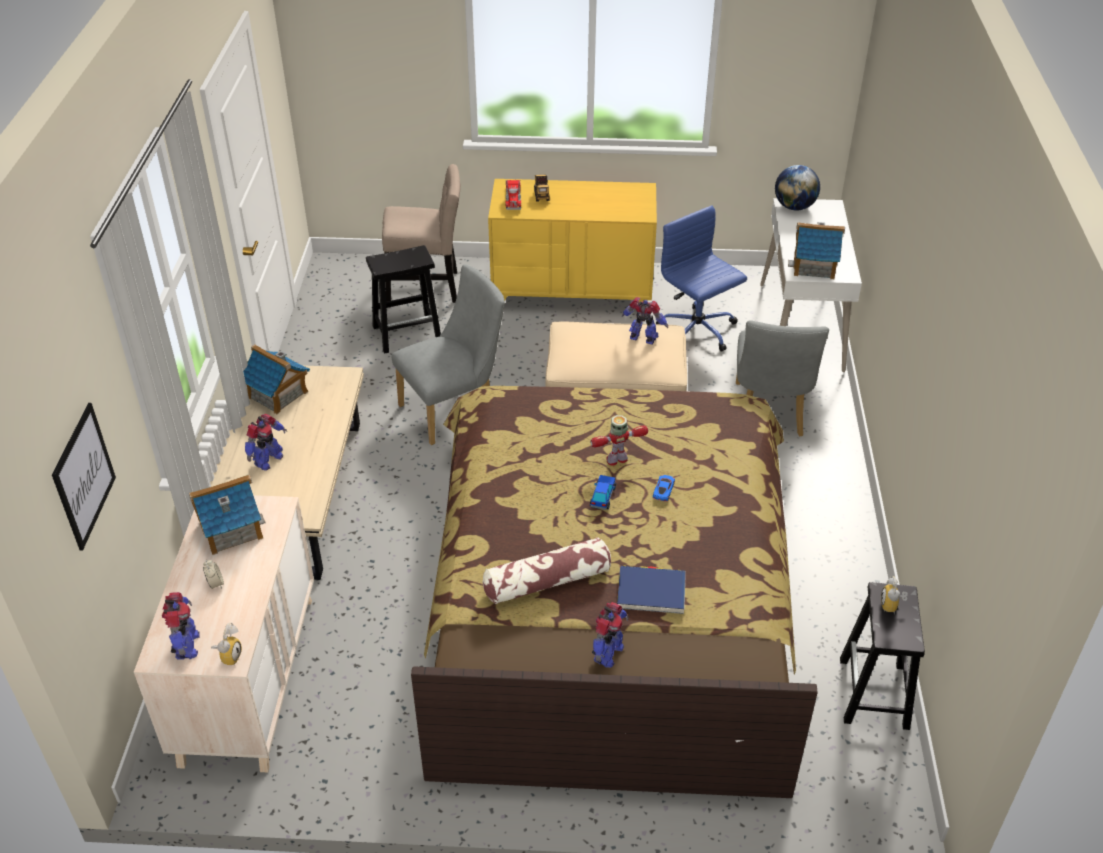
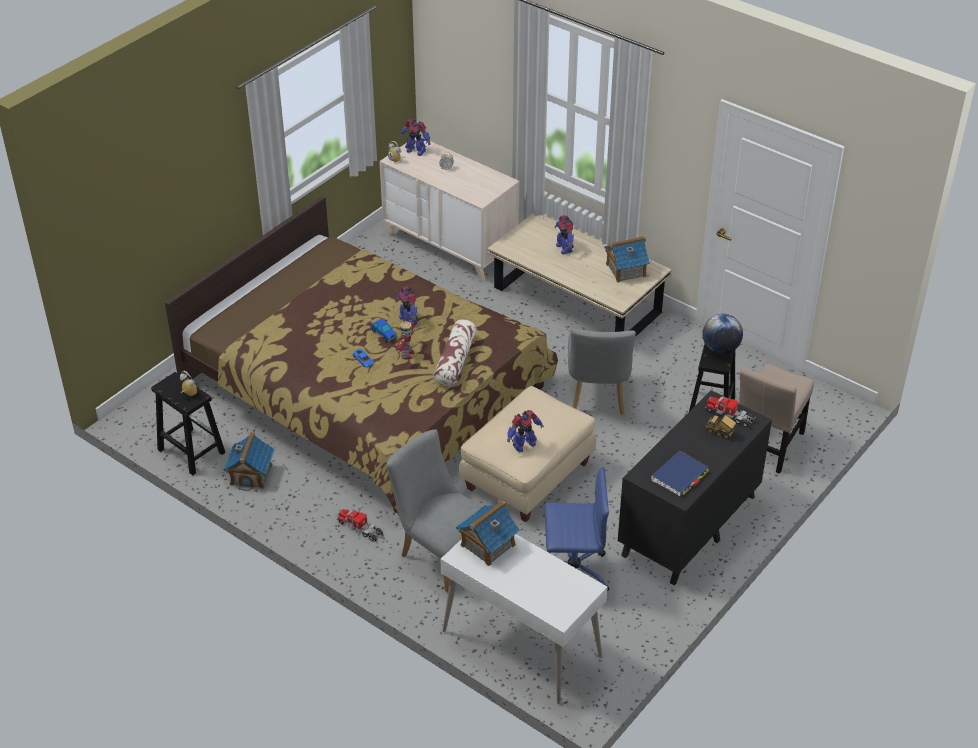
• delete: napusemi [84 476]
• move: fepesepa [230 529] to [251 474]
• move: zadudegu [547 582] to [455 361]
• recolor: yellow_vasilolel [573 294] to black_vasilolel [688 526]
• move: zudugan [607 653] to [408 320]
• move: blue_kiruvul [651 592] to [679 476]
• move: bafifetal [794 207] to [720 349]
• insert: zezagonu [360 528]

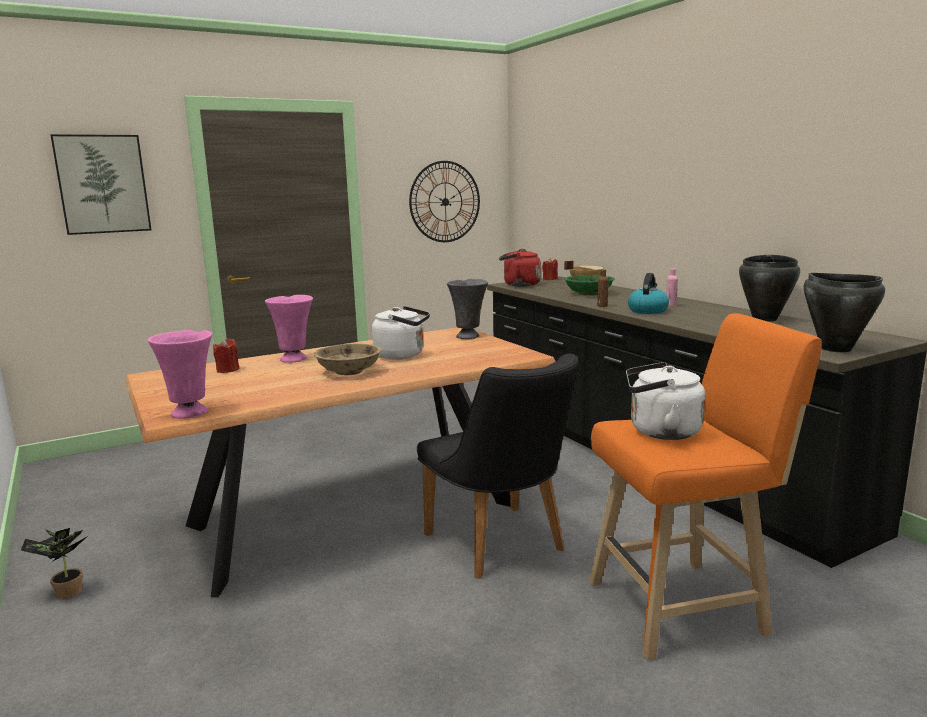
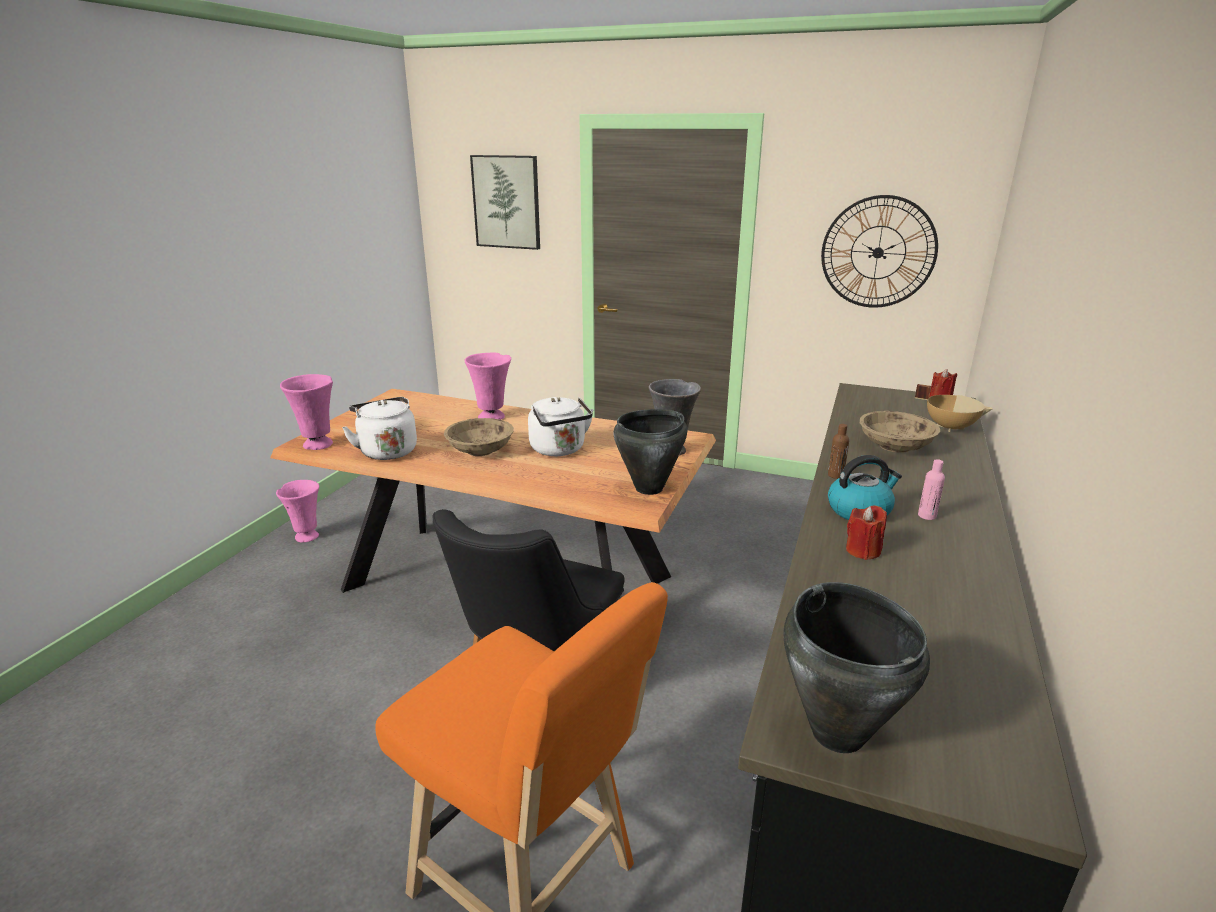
• replace: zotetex [65 593] to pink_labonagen [307 536]
• move: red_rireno [228 370] to [863 550]
• delete: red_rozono [519 285]
• recolor: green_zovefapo [588 294] to beige_zovefapo [895 446]
• move: white_rozono [660 432] to [387 450]
• move: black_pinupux [765 319] to [649 488]

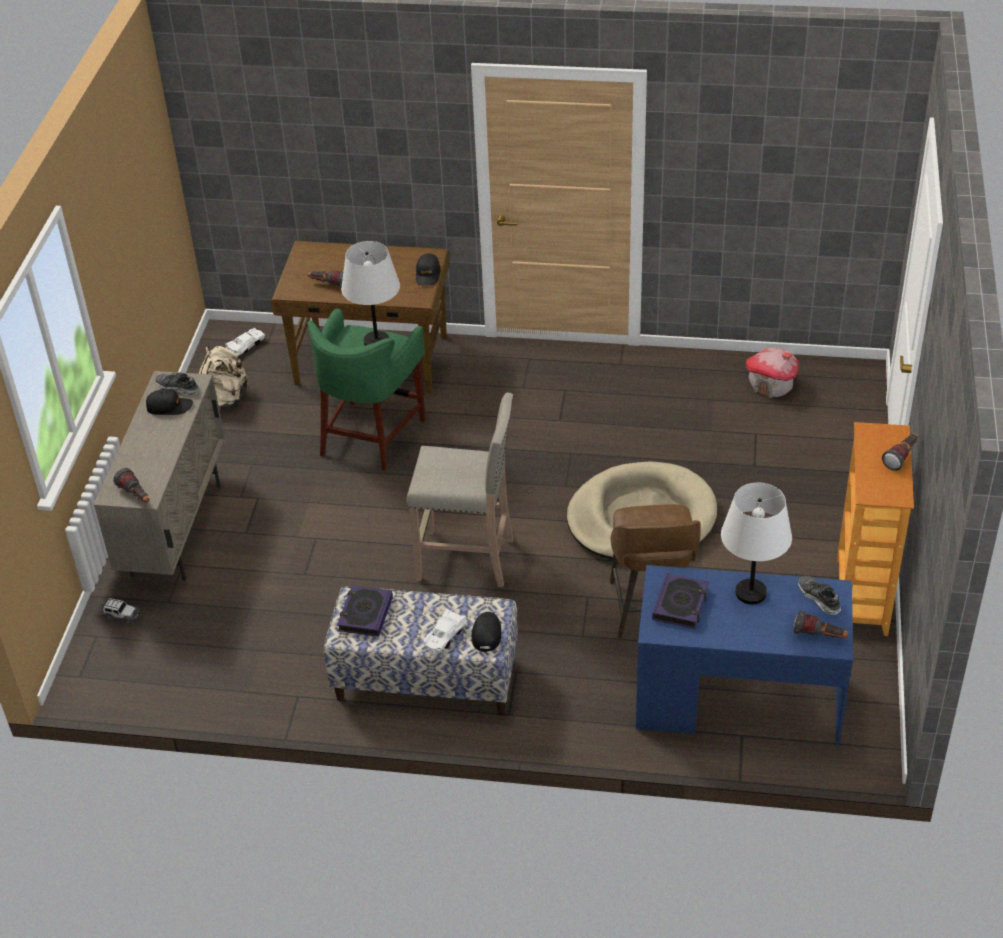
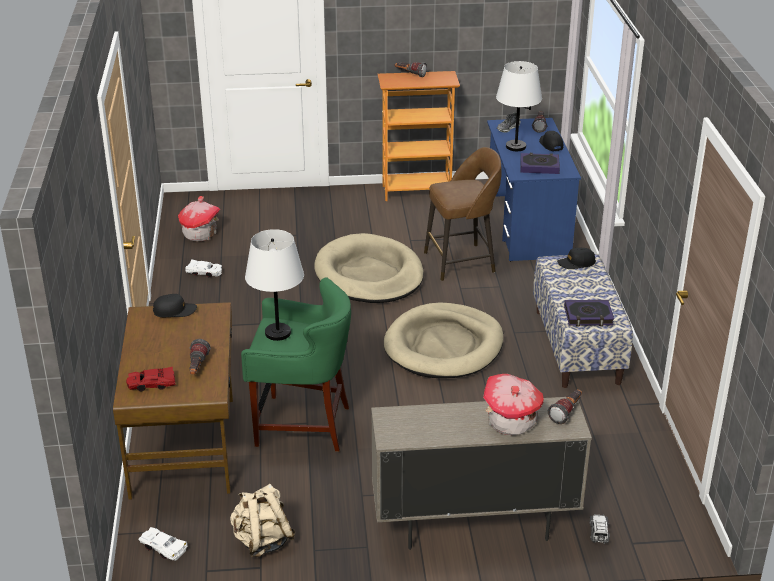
• move: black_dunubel [169 407] to [550 144]
• delete: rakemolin [177 388]
• replace: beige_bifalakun [468 560] to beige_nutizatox [444 346]
• move: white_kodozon [444 636] to [204 272]
• insert: red_kodozon [151 384]
• insert: fepesepa [511 421]

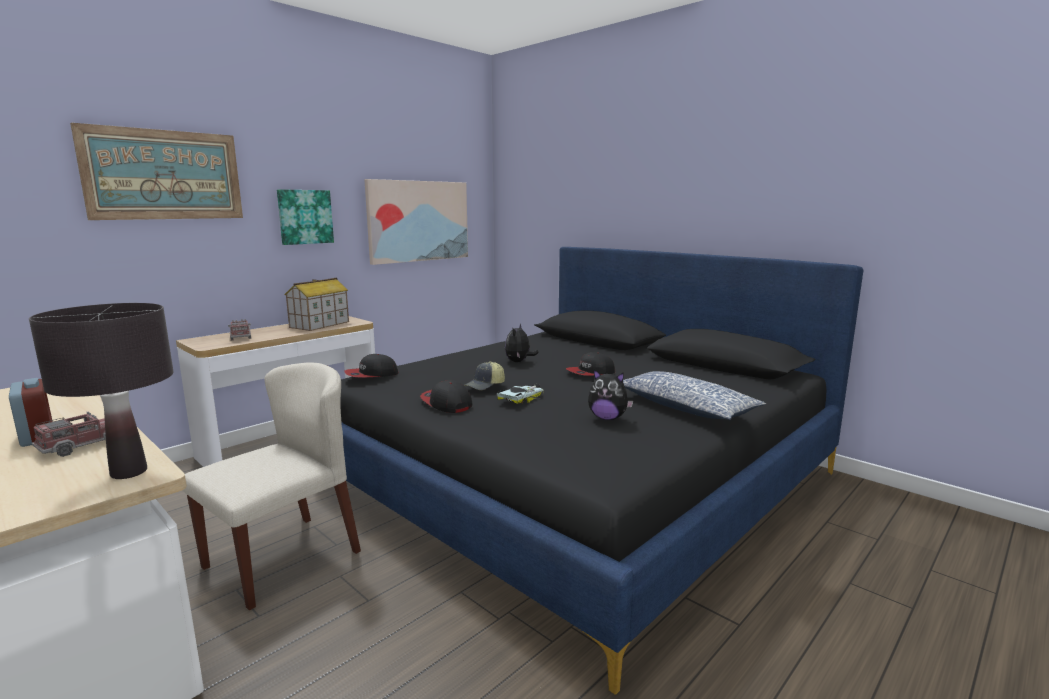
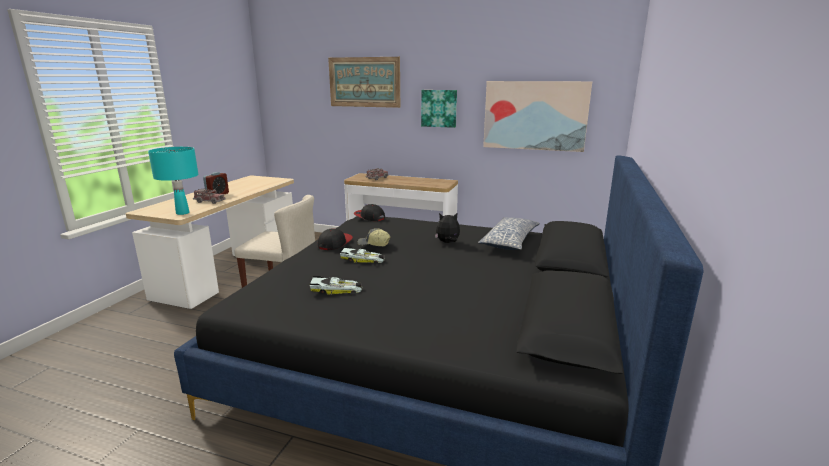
• recolor: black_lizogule [128 472] to turquoise_lizogule [182 213]
• delete: fepesepa [319 324]
• delete: dunubel [591 373]
• replace: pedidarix [607 418] to kodozon [336 290]
• move: zadudegu [685 407] to [510 241]

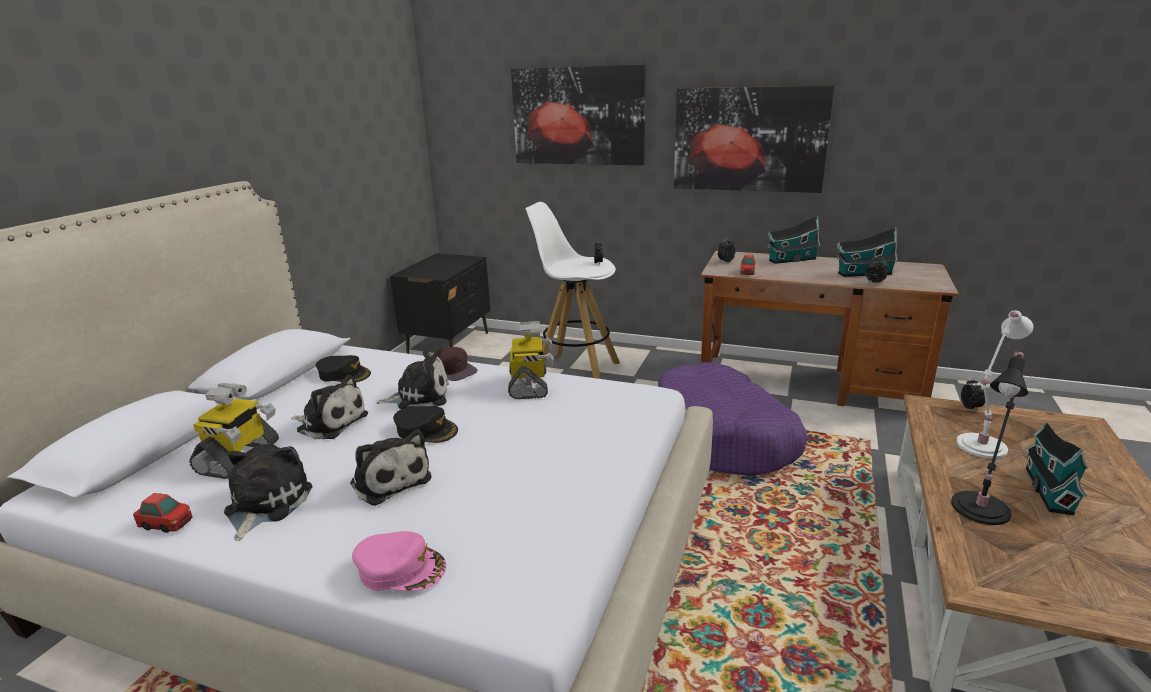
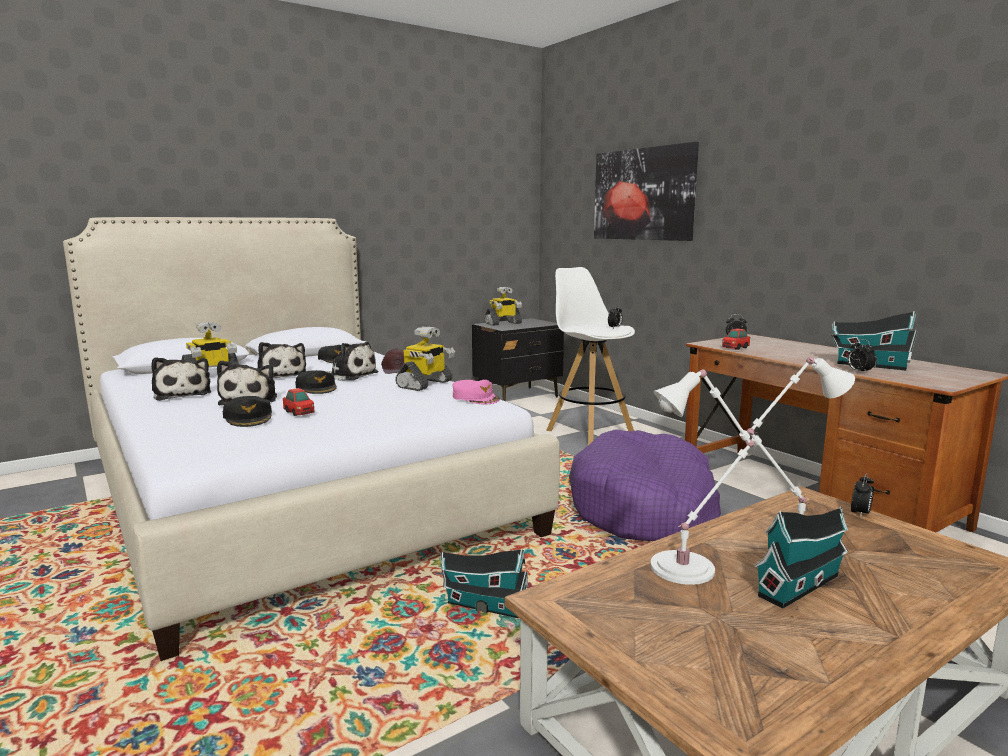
• move: kodozon [167 524] to [299 412]
• rotate: pedidarix [265 504] = [182 394] 105 degrees clockwise
• move: pink_dunubel [401 568] to [475 398]
• delete: napusemi [749 139]
• move: fepesepa [790 260] to [483 606]
• recolor: black_lizogule [981 506] to white_lizogule [687 567]
• insert: black_dunubel [248 417]
• insert: zudugan [503 323]

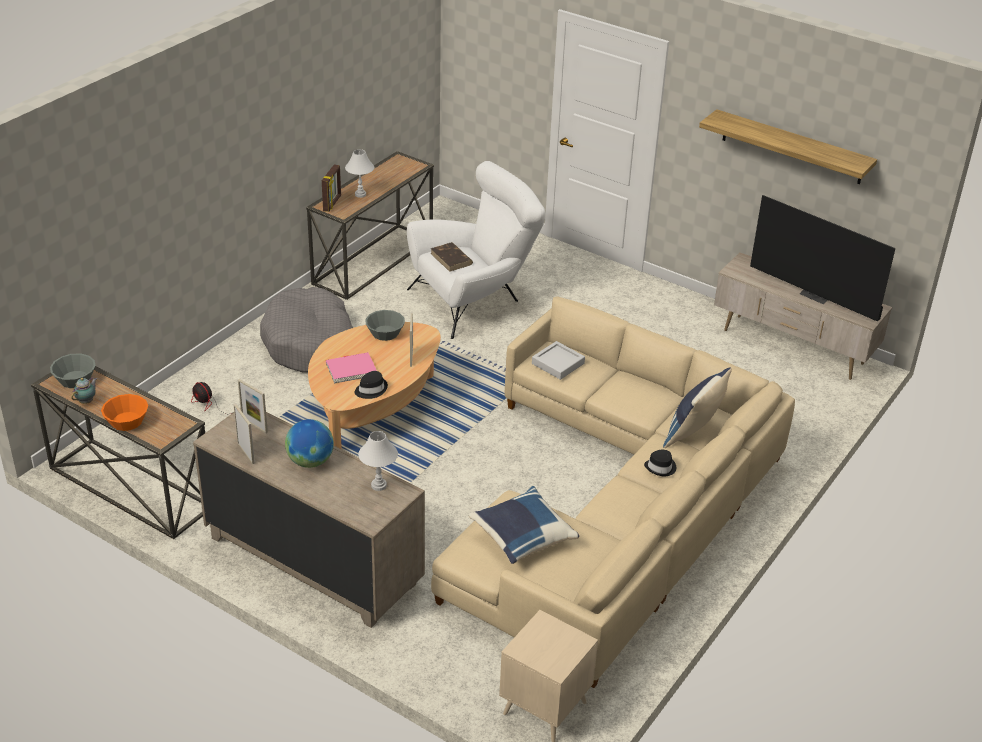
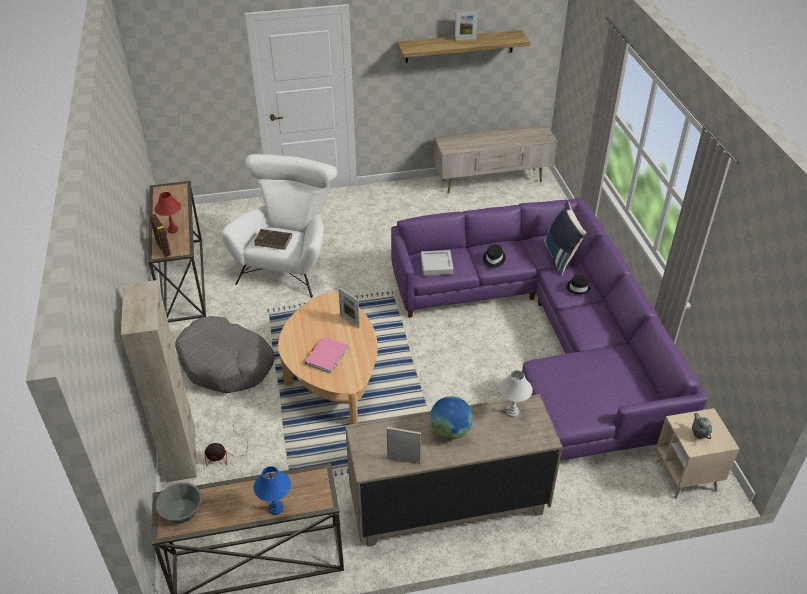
• move: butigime [87 401] to [698 434]
• replace: orange_zovefapo [127 421] to blue_lizogule [276 508]
• move: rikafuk [254 425] to [465 40]
• recolor: white_lizogule [360 194] to red_lizogule [172 230]
• move: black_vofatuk [371 389] to [493 259]
• delete: grey_zovefapo [385 332]
• recolor: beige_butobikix [616 509] to purple_butobikix [548 334]
• delete: blue_zadudegu [522 537]
• delete: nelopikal [816 295]
• insert: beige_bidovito [181 453]

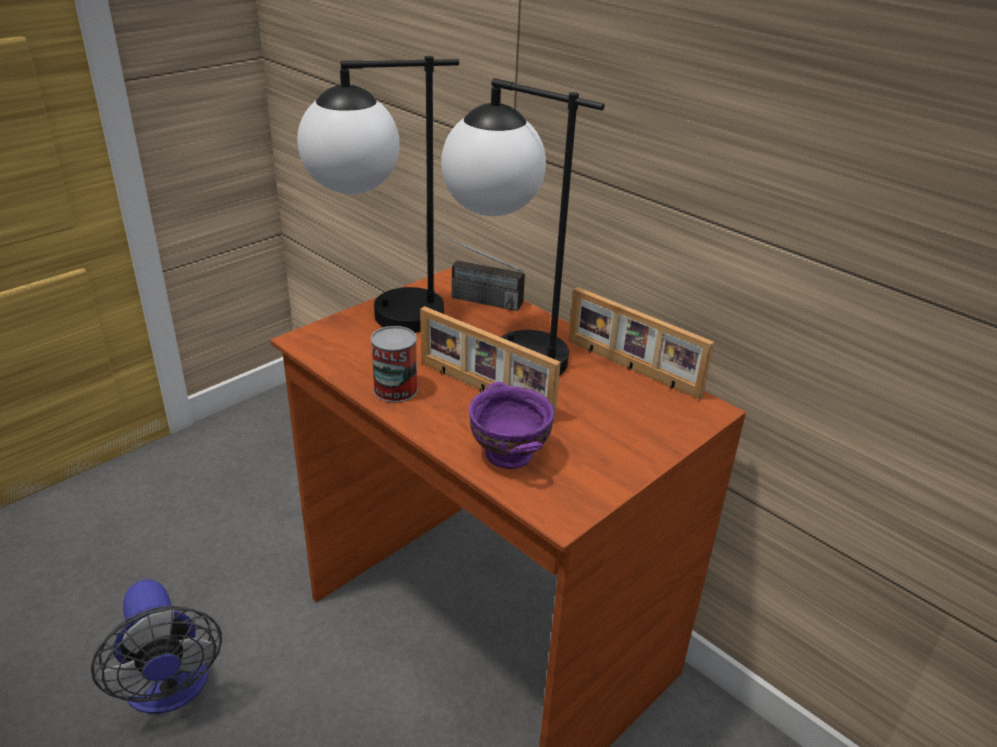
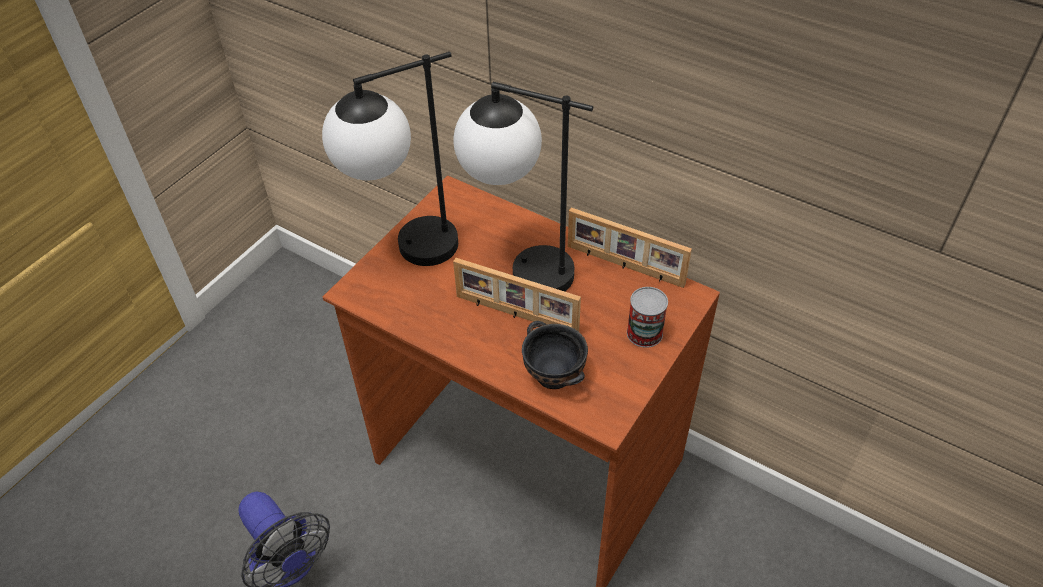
• move: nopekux [395 389] to [644 333]
• delete: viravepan [468 298]
• recolor: purple_zovefapo [509 453] to black_zovefapo [554 373]

